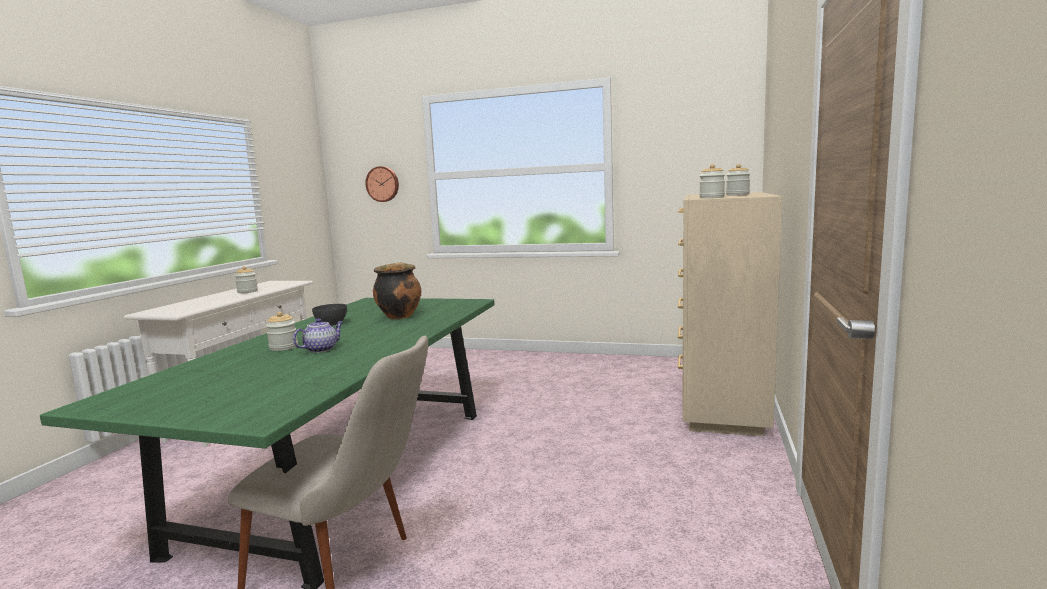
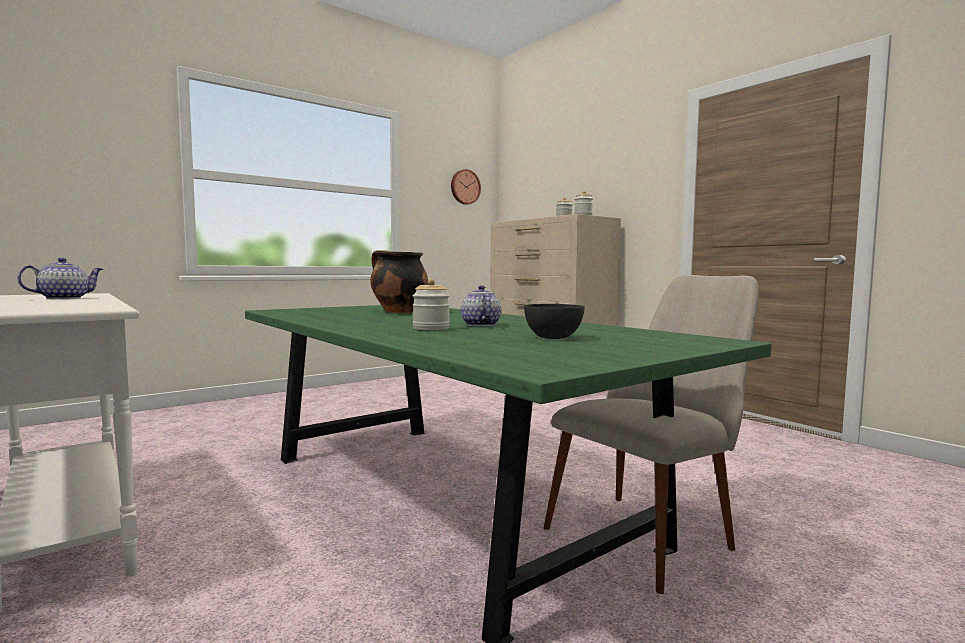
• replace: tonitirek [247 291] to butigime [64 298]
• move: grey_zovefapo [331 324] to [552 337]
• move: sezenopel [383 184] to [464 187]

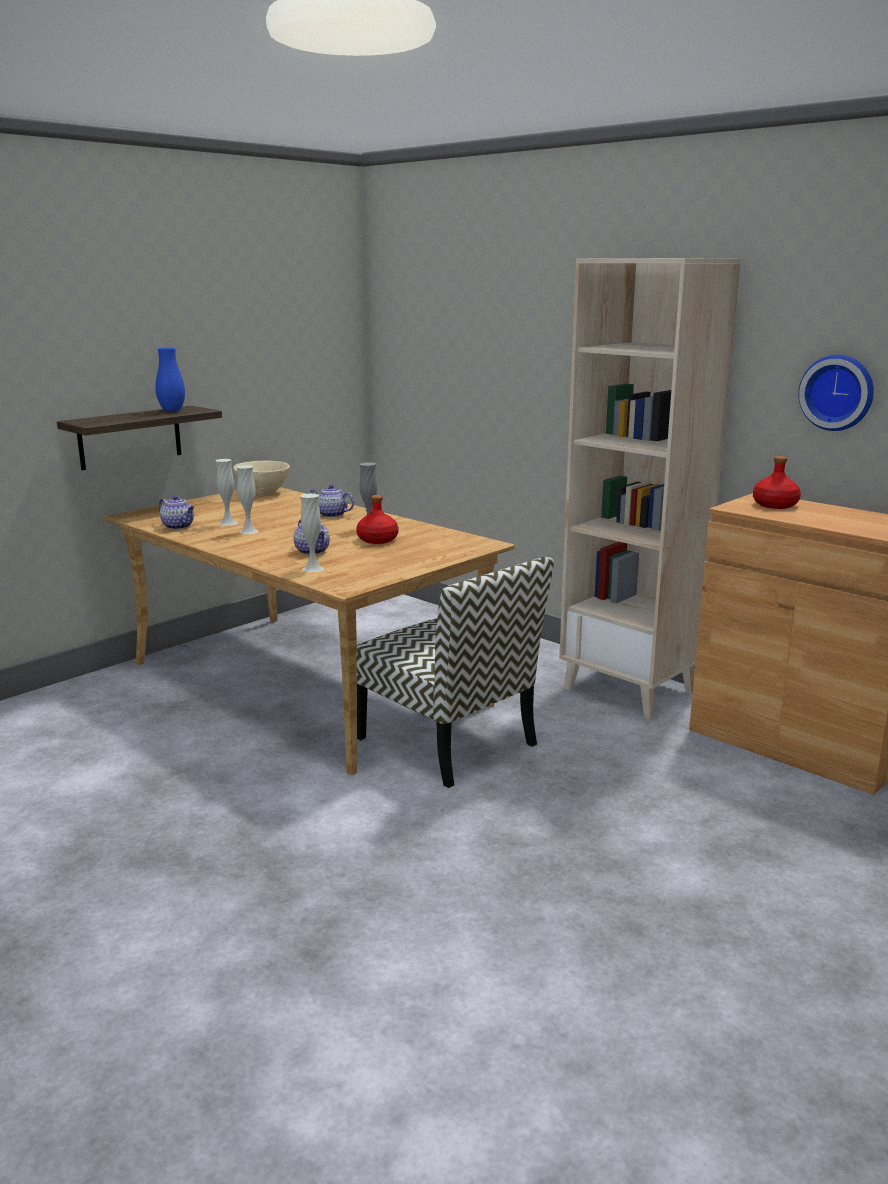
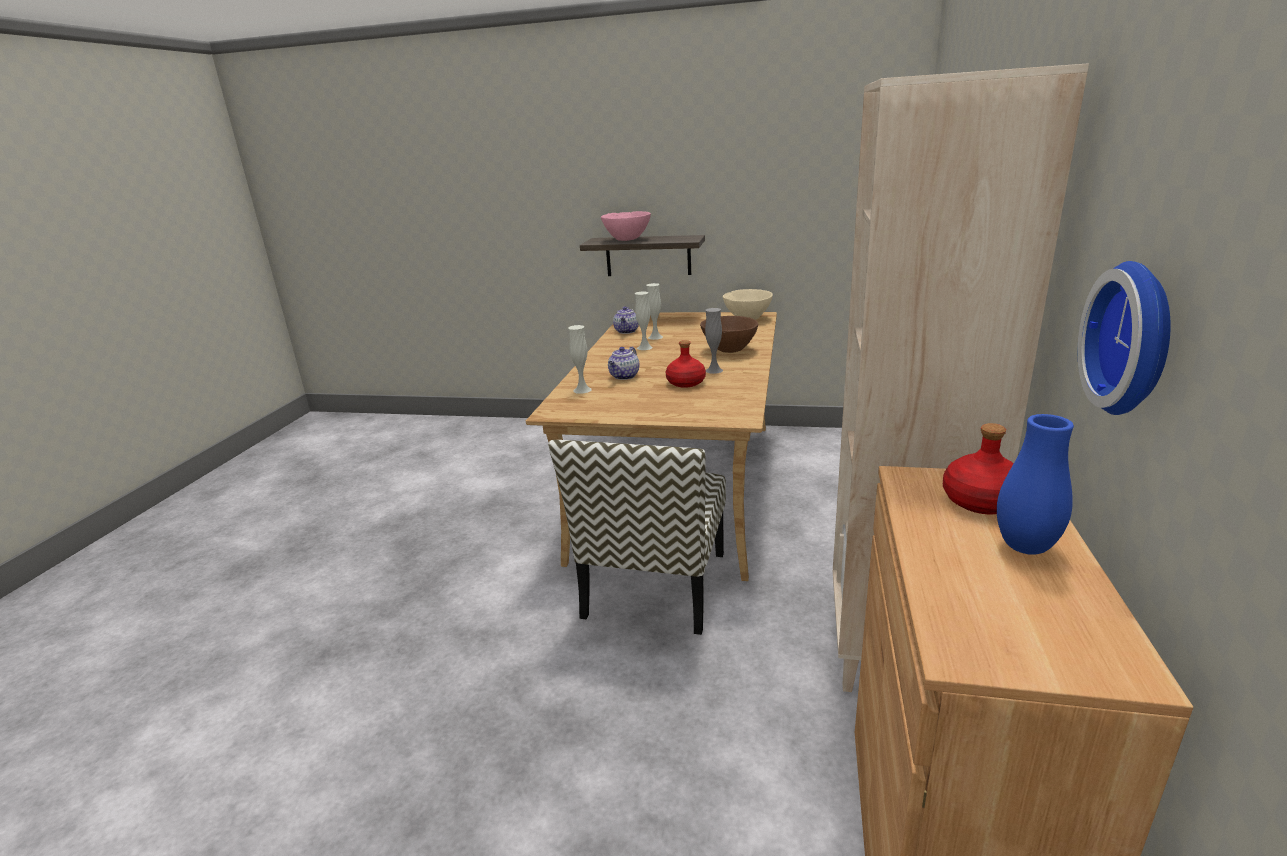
• move: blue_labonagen [172 411] to [1025 547]
• replace: butigime [331 514] to brown_zovefapo [729 350]
• insert: pink_zovefapo [627 240]

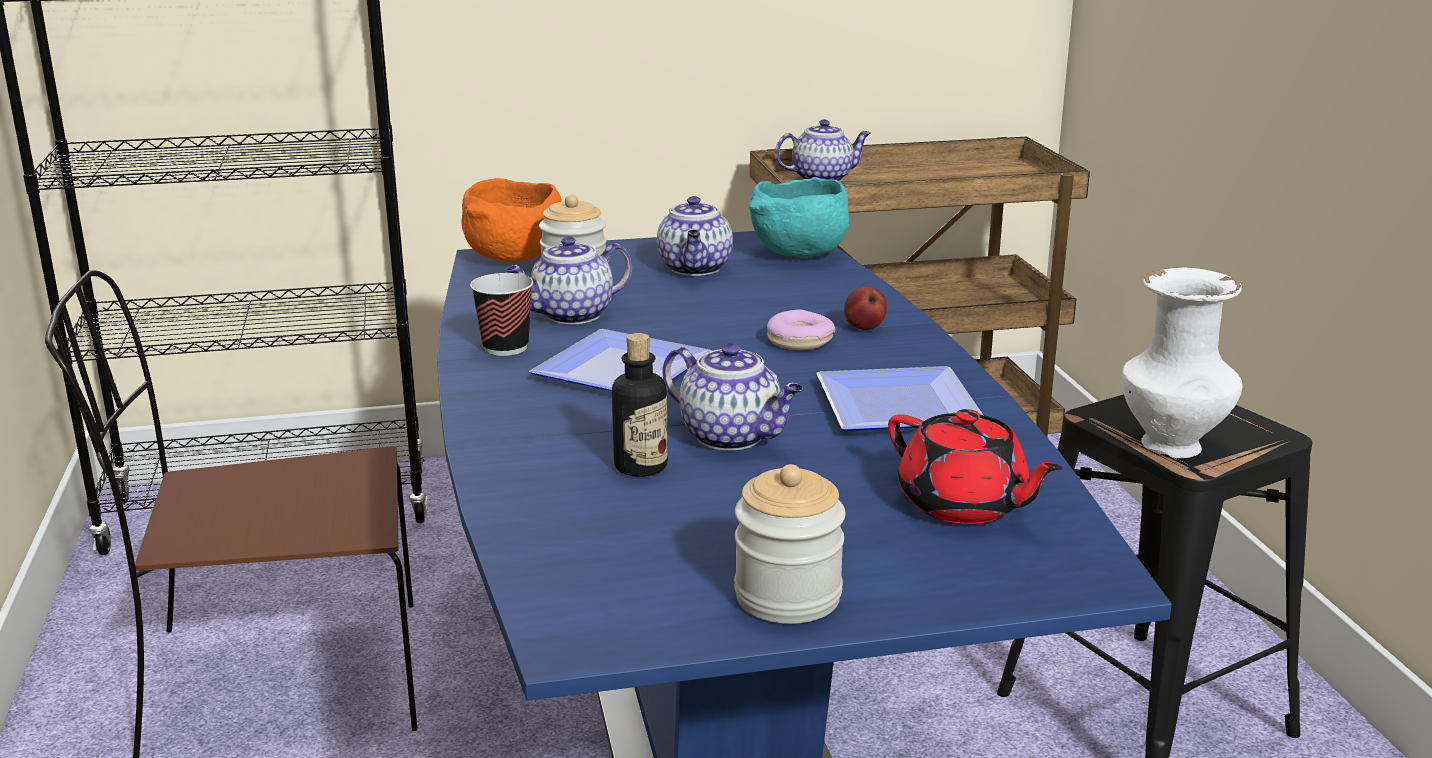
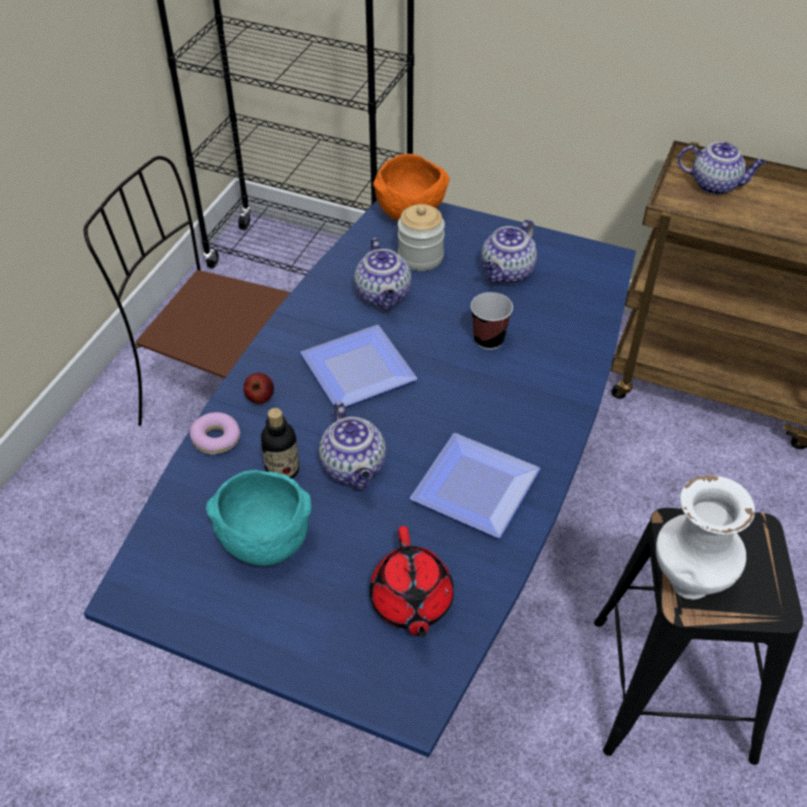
• move: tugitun [505 348] to [488 340]
• rotate: butigime [571 315] = [384 296] 105 degrees counterclockwise
• delete: tonitirek [788 597]
• move: turquoise_zovefapo [798 255] to [263 542]
• move: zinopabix [800 341] to [216 439]
• move: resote [863 328] to [260 398]

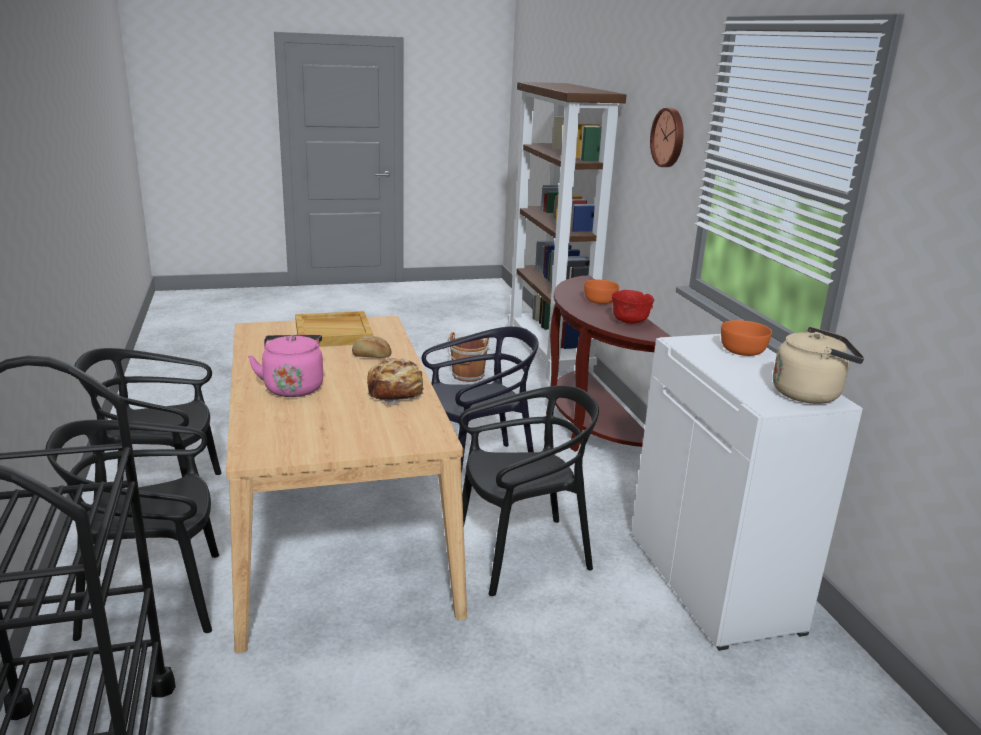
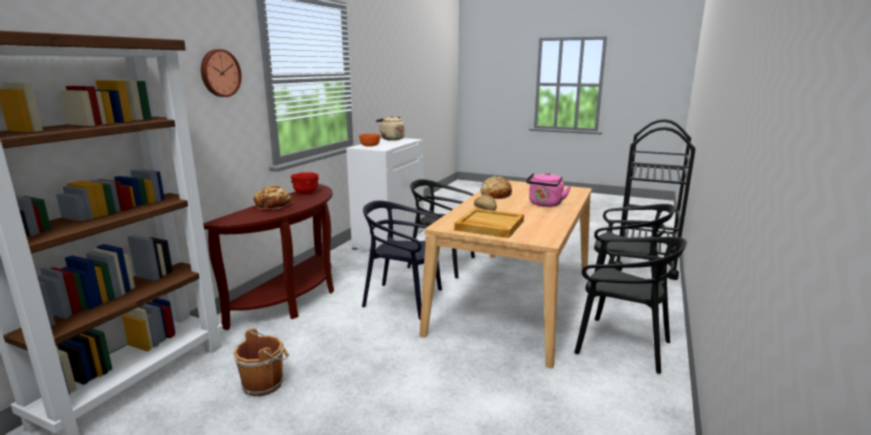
• replace: orange_zovefapo [600 301] to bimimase [274 205]

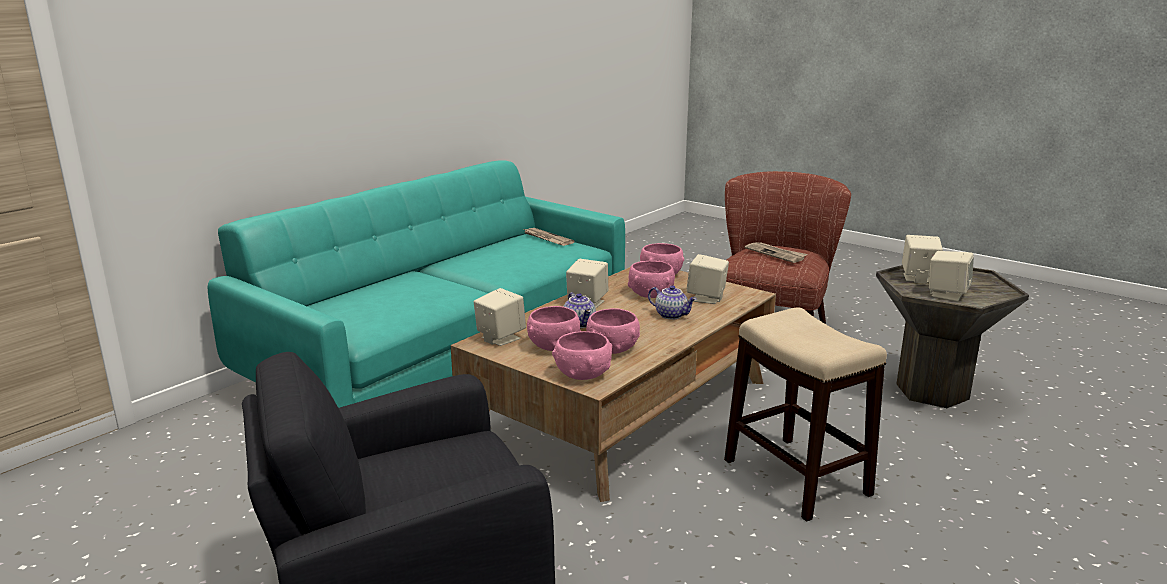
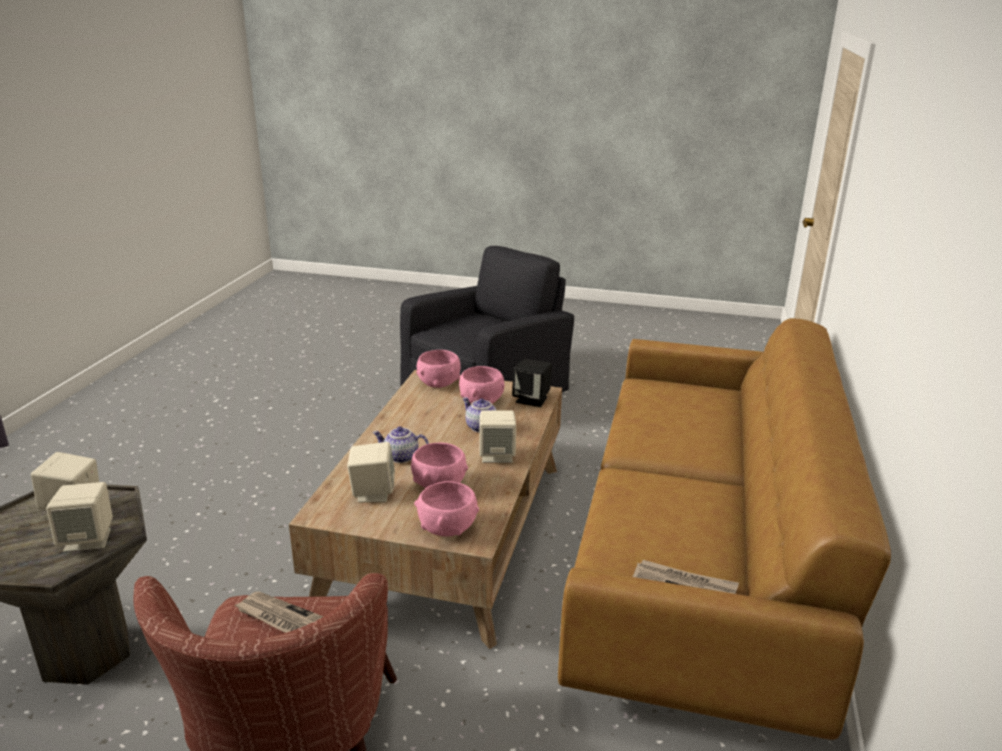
• recolor: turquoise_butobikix [443 350] to brown_butobikix [700 561]
• recolor: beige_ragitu [500 338] to black_ragitu [532 399]
• delete: pink_zovefapo [612 349]
• delete: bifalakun [797 478]

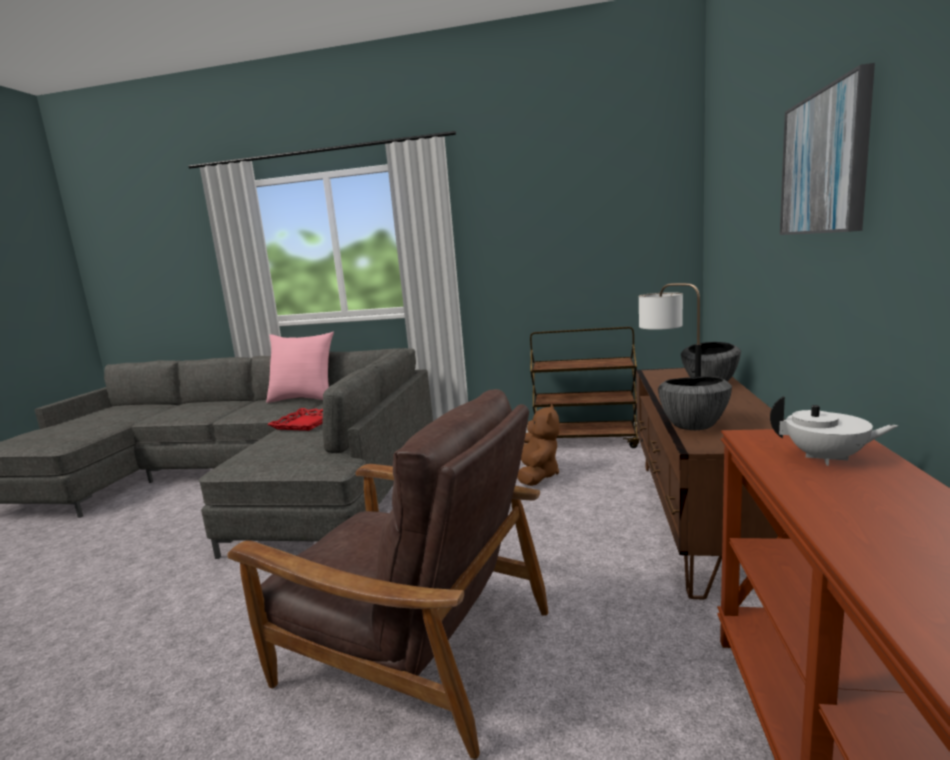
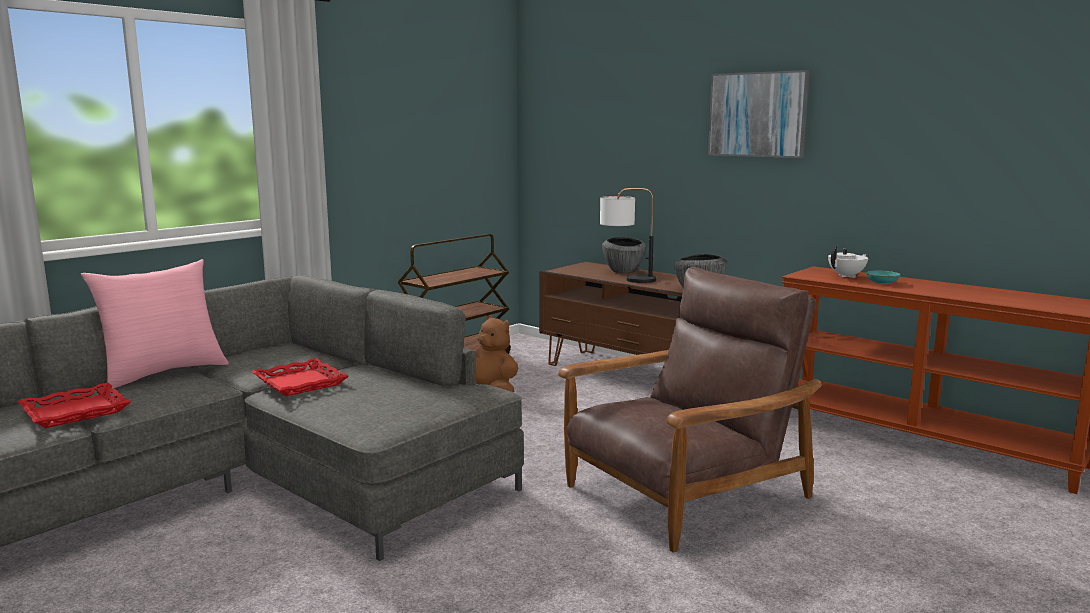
• insert: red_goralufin [75 412]
• insert: turquoise_zovefapo [882 282]

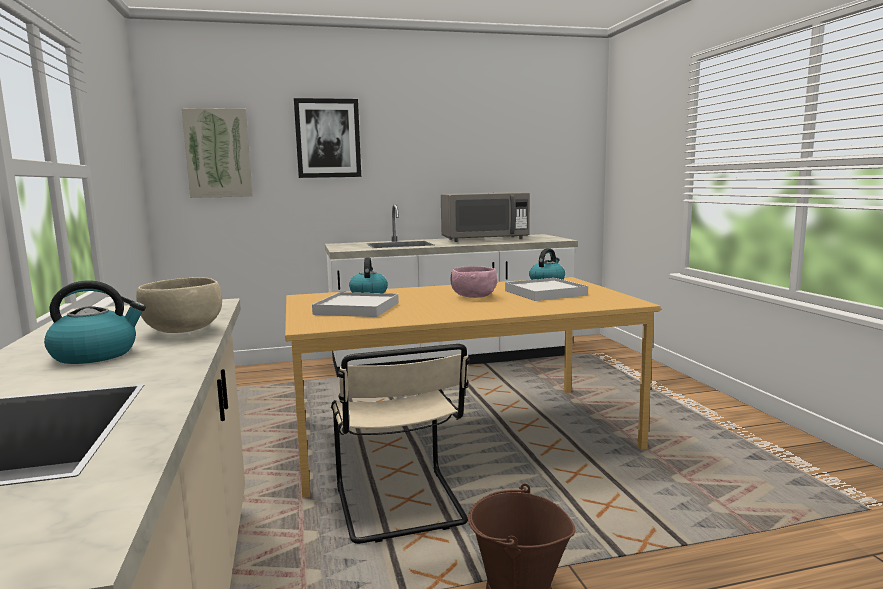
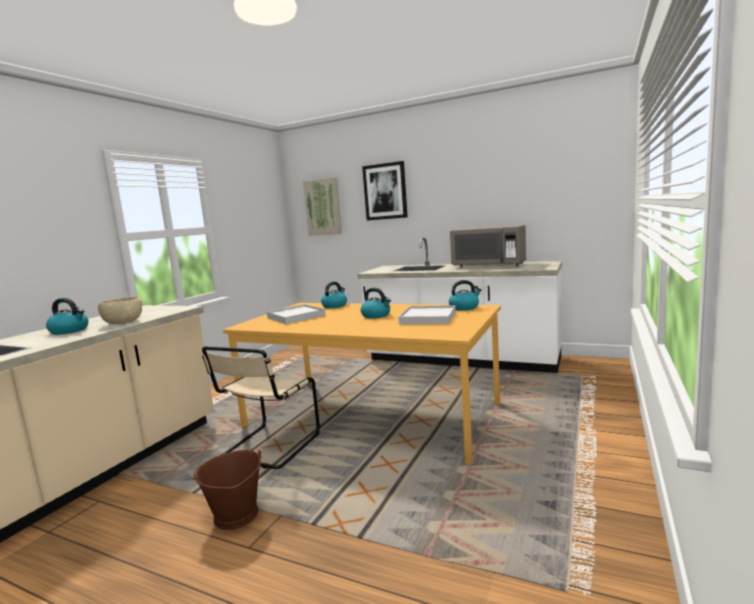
• replace: pink_zovefapo [473 297] to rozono [376 315]

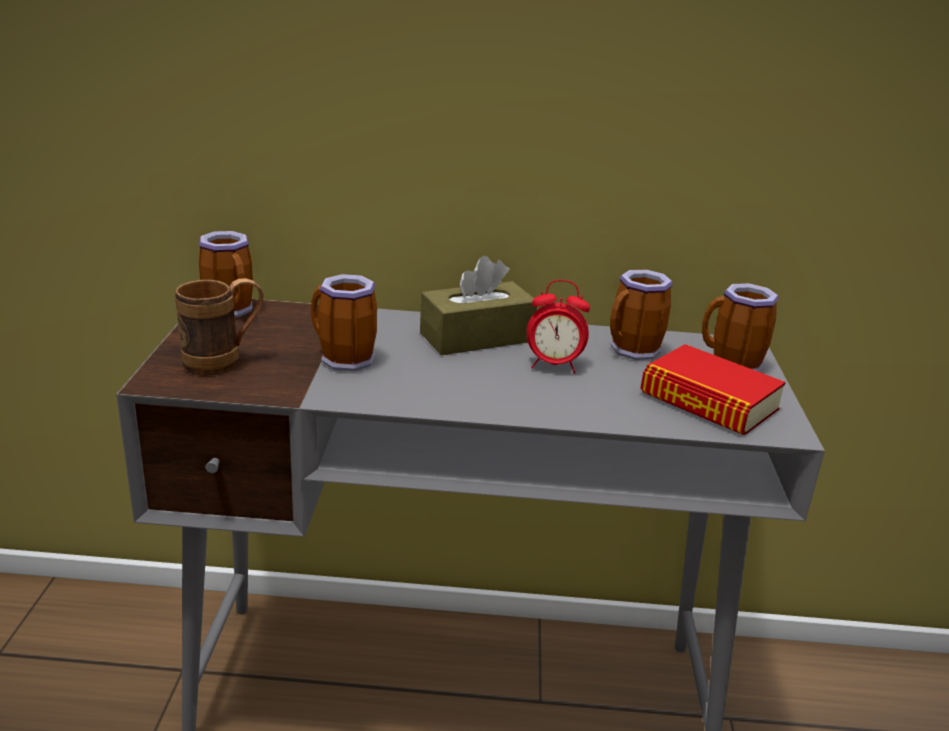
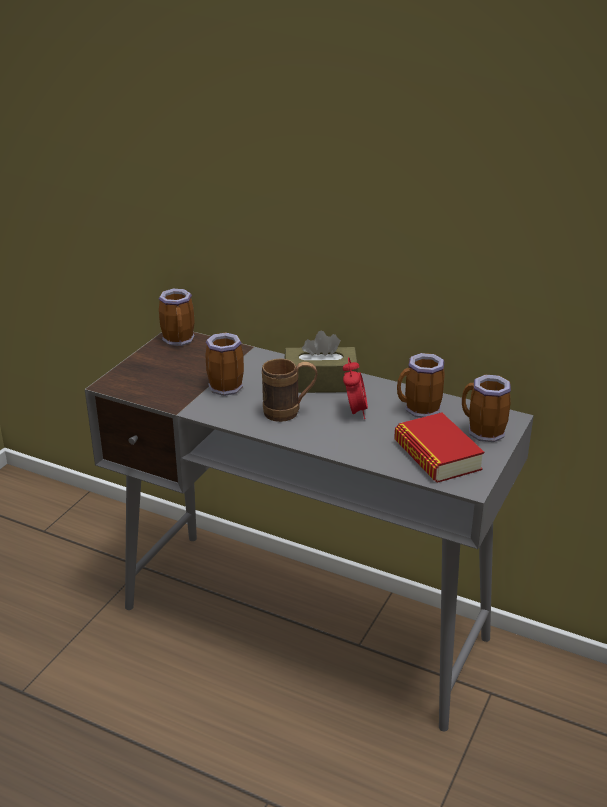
• move: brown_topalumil [224 362] to [289 413]
• rotate: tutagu [554 365] = [354 412] 120 degrees counterclockwise

